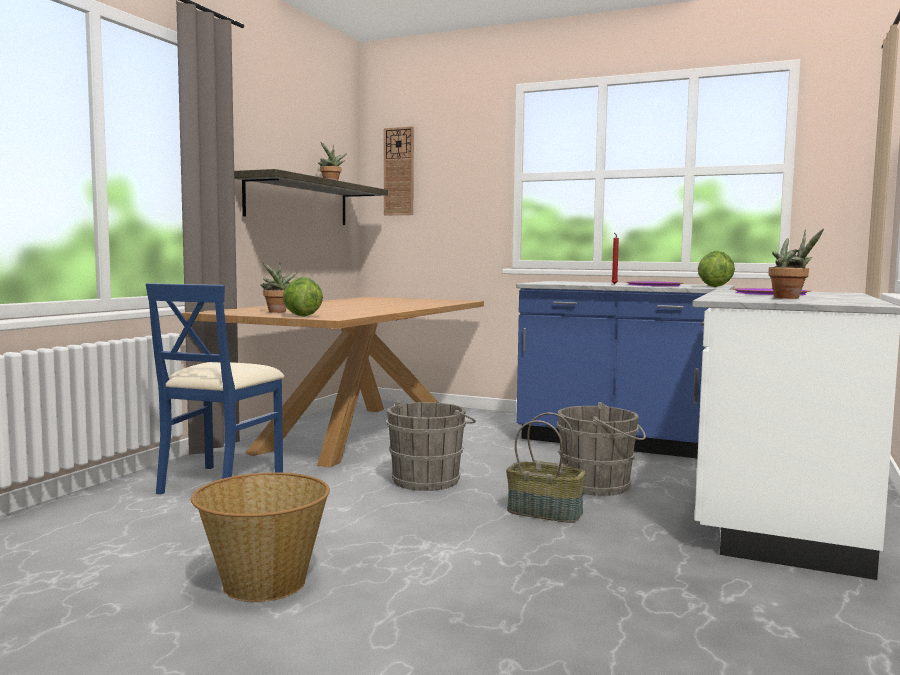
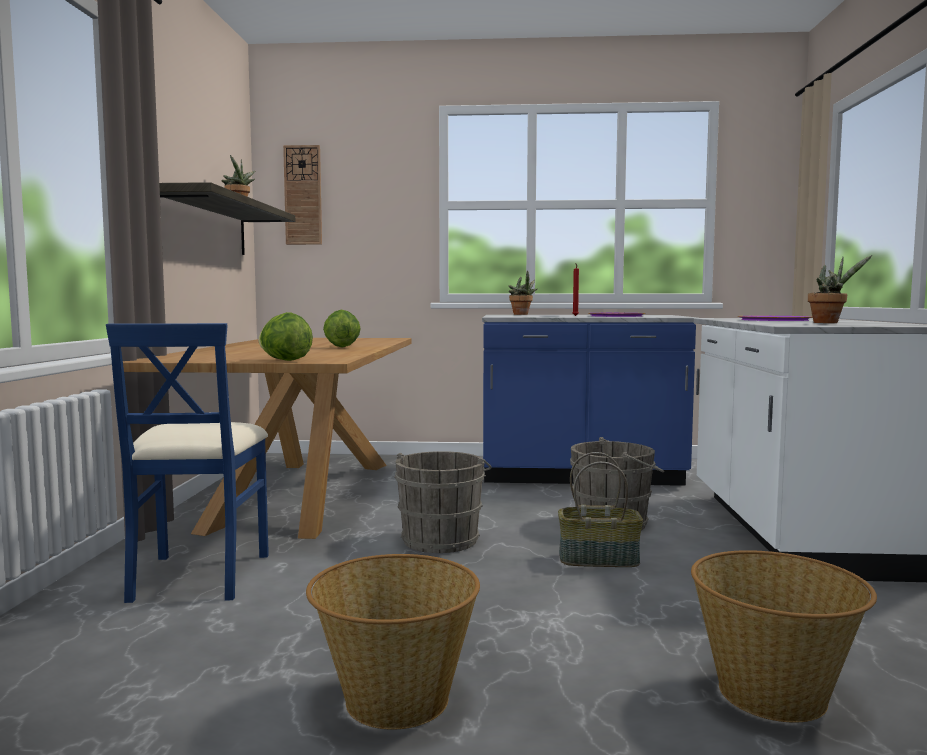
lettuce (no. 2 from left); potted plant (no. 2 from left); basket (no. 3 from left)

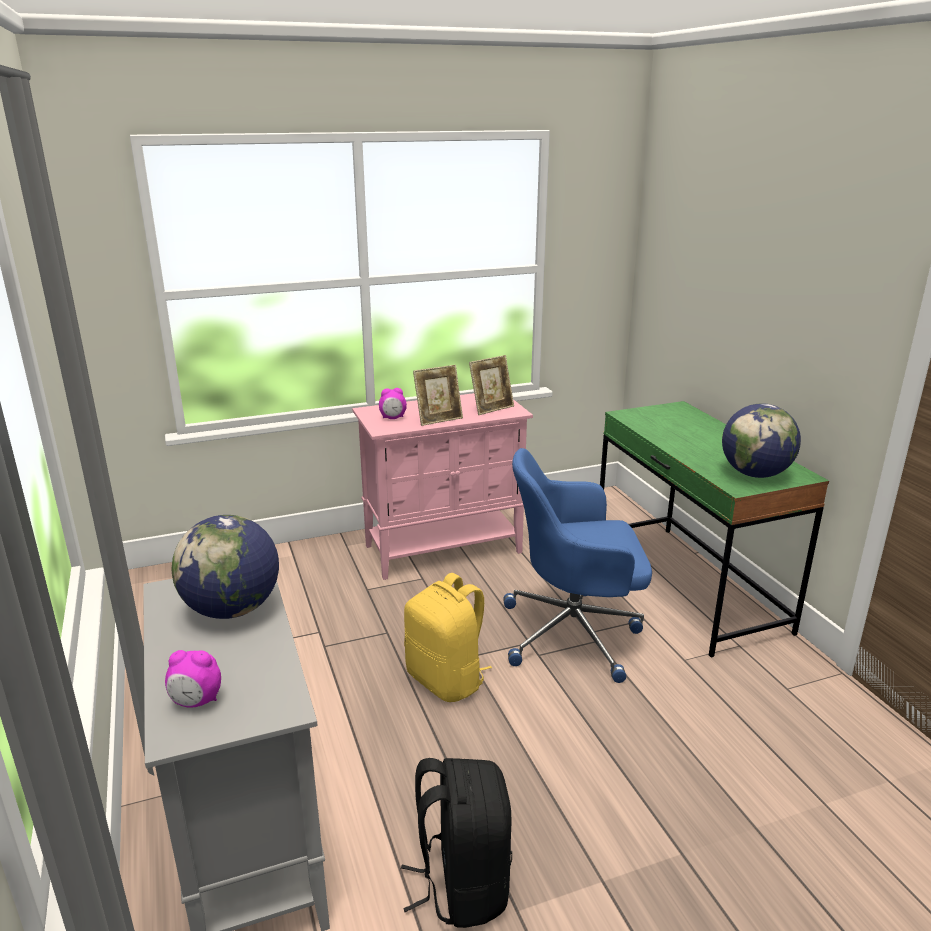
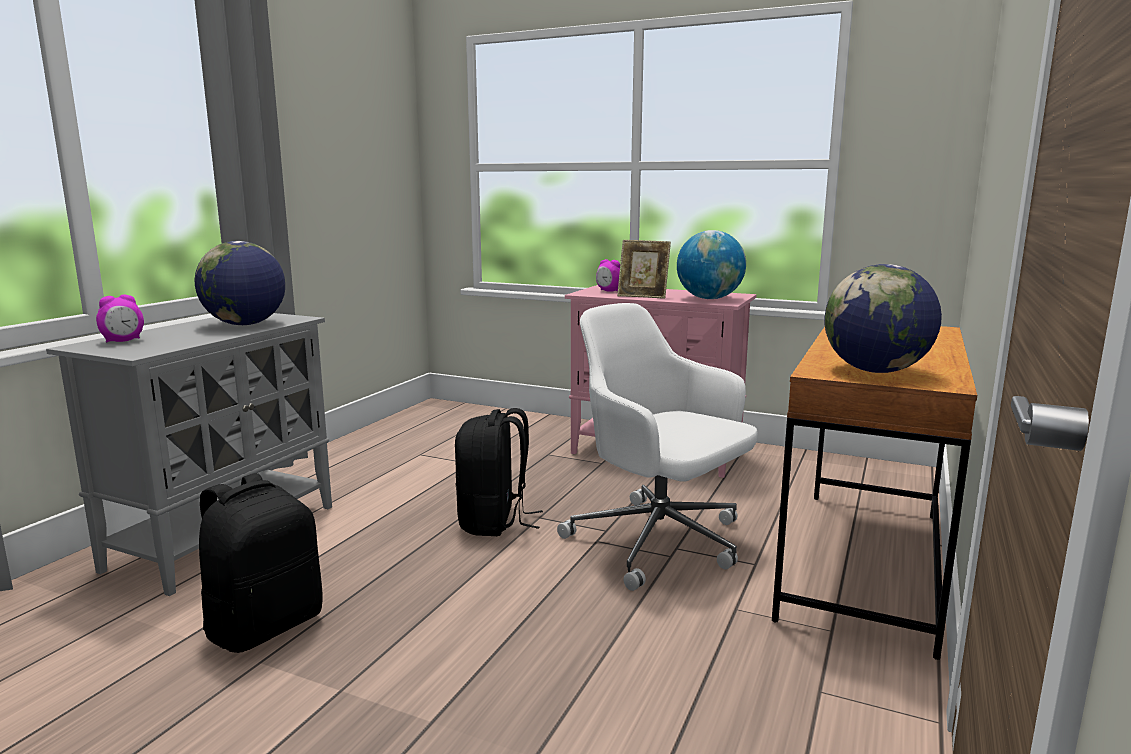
globe (no. 2 from left); desk/brown; office chair/white; backpack/black (no. 2 from left); alarm clock (no. 1 from left)

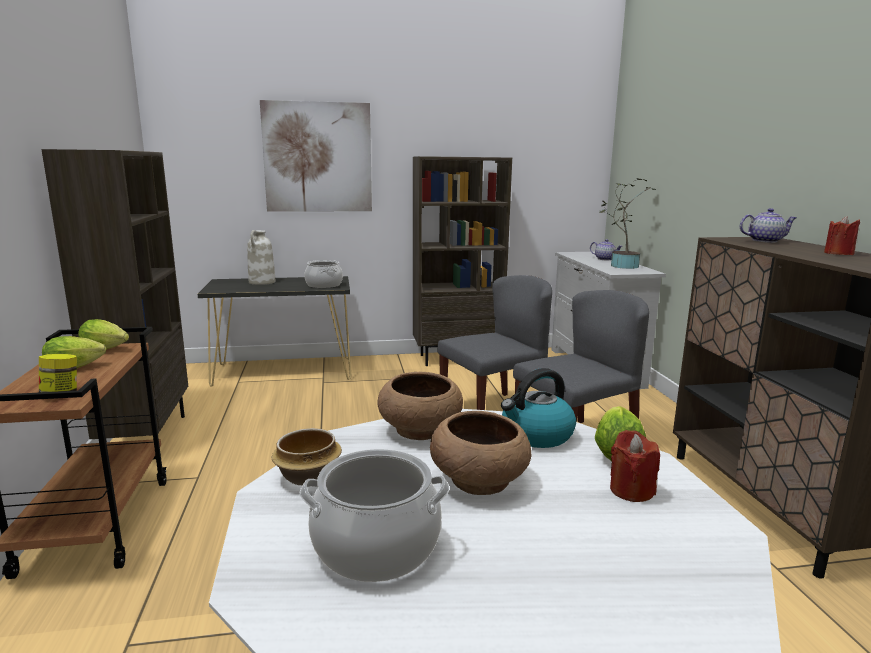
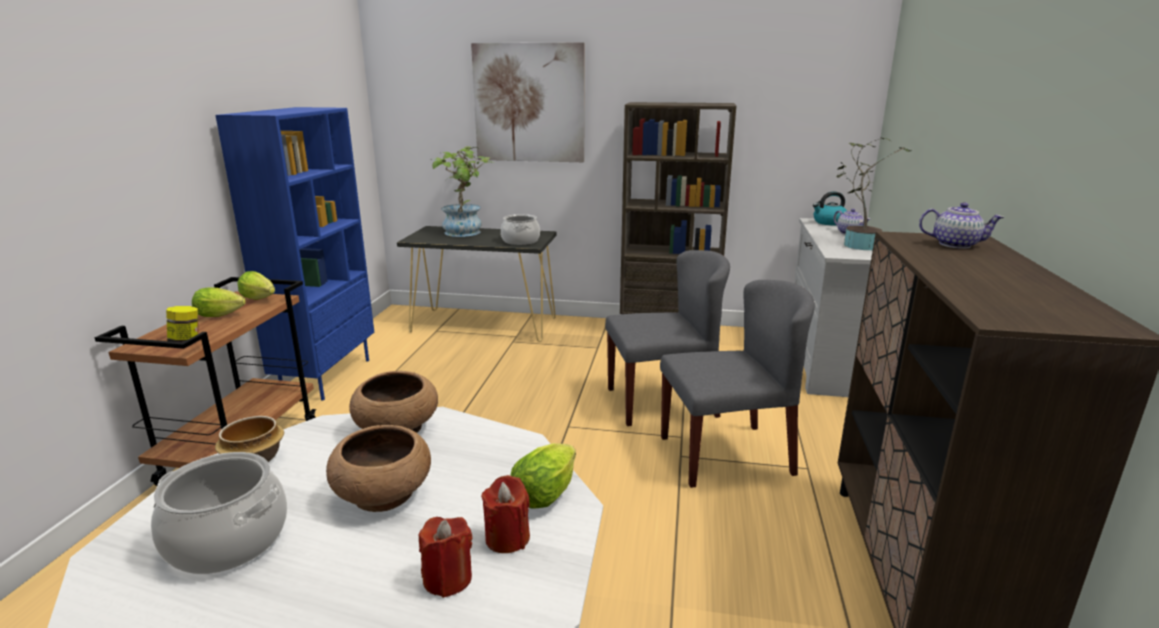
bookcase/blue; candle/red (no. 1 from left); potted plant (no. 1 from left); kettle

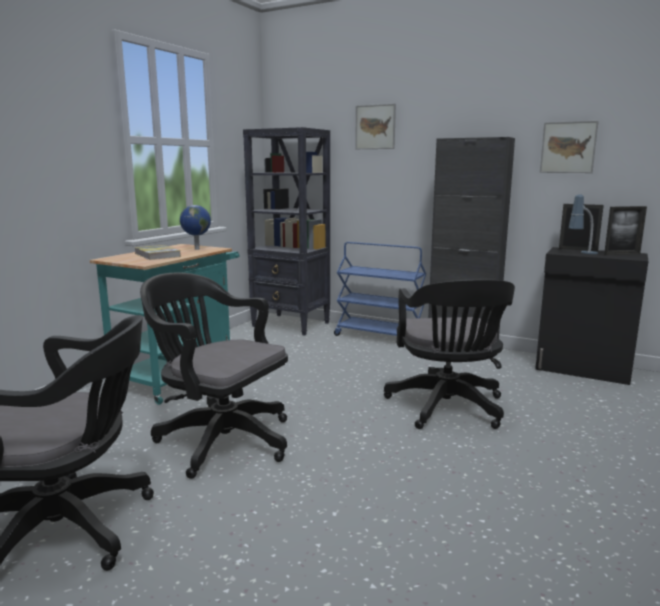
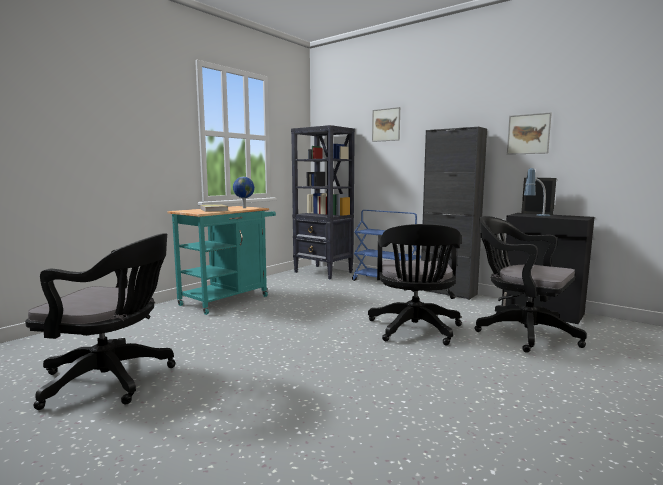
picture frame (no. 2 from left in the first image); office chair/black (no. 3 from left)

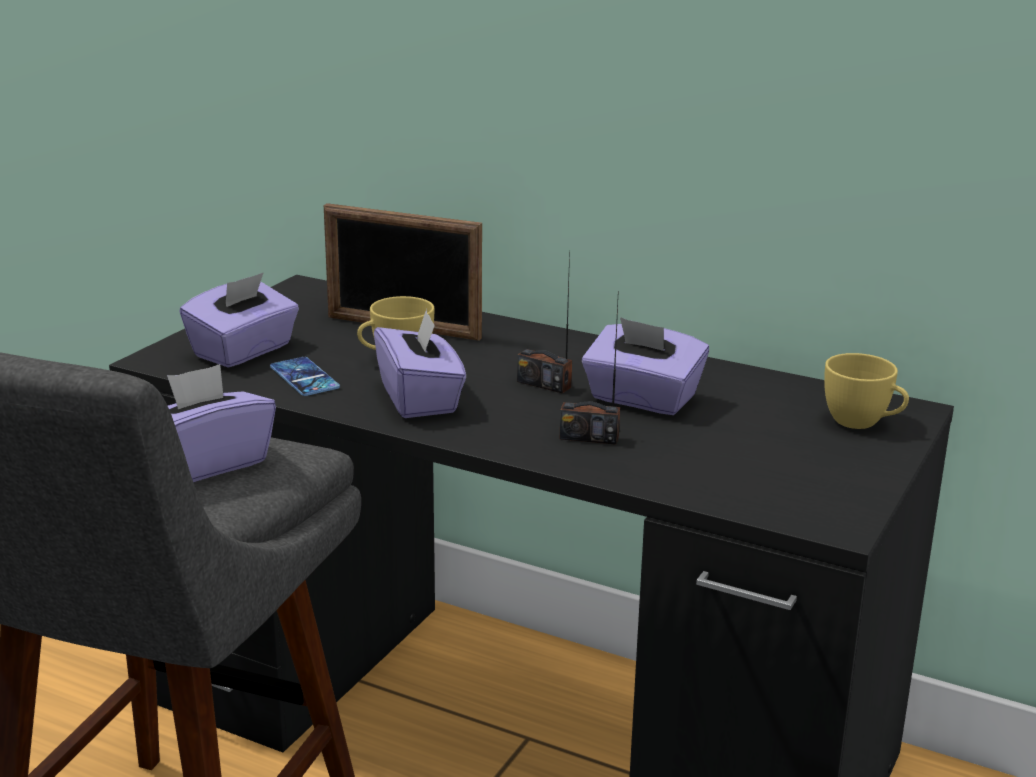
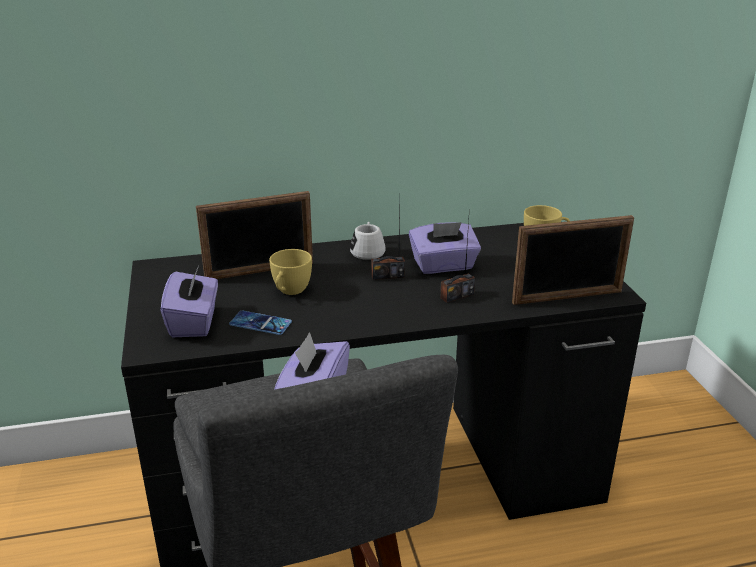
tissue box/purple (no. 3 from left in the first image); picture frame (no. 2 from left); mug/white

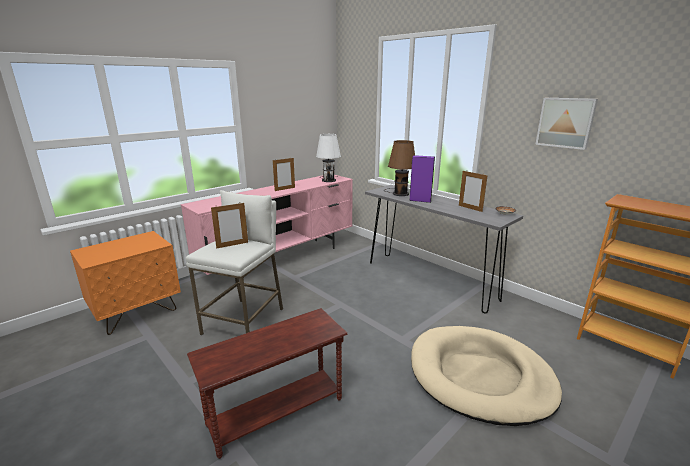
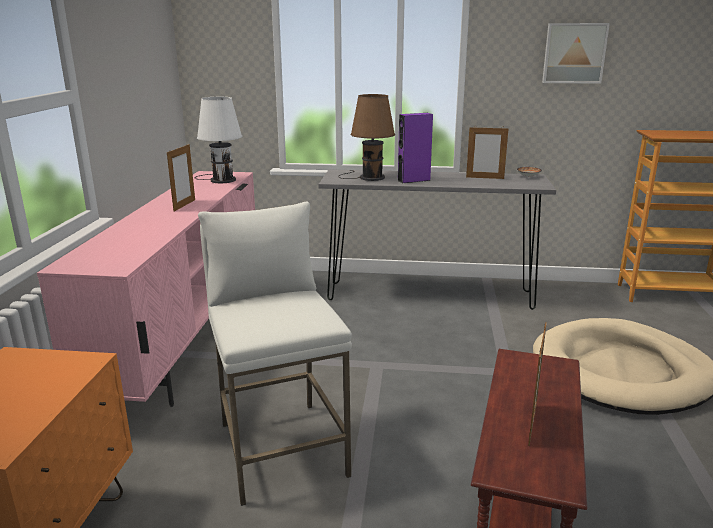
picture frame (no. 3 from left)

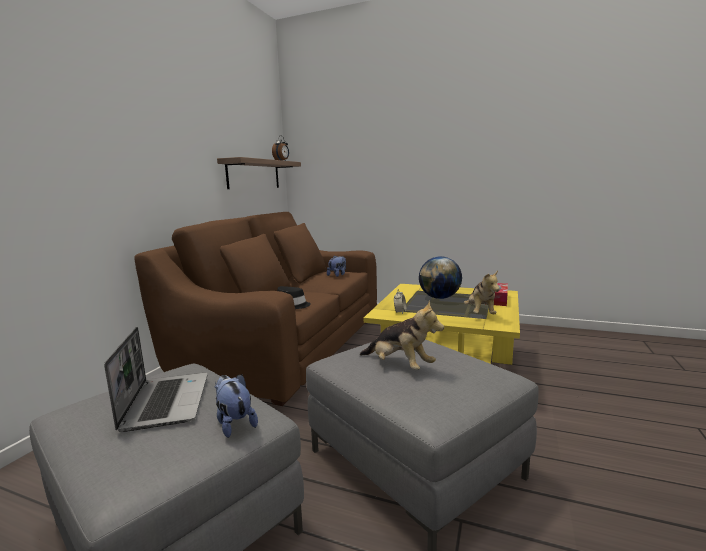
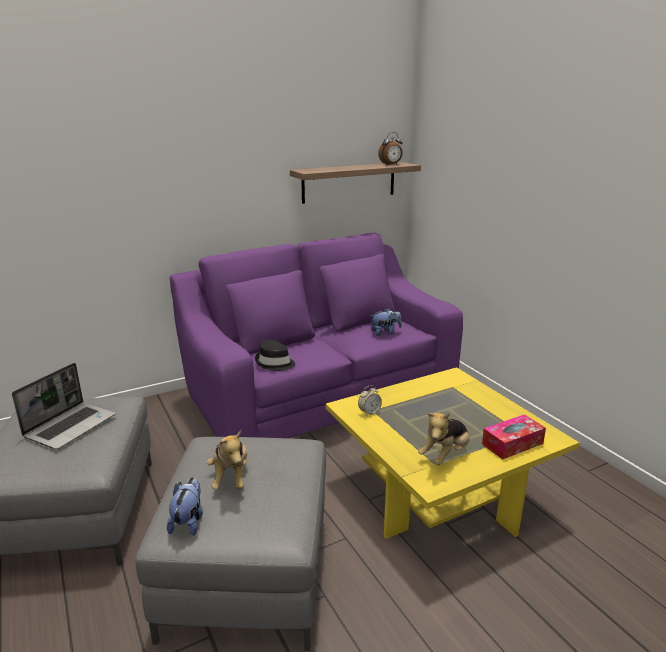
sofa/purple; globe; plush toy (no. 1 from left)

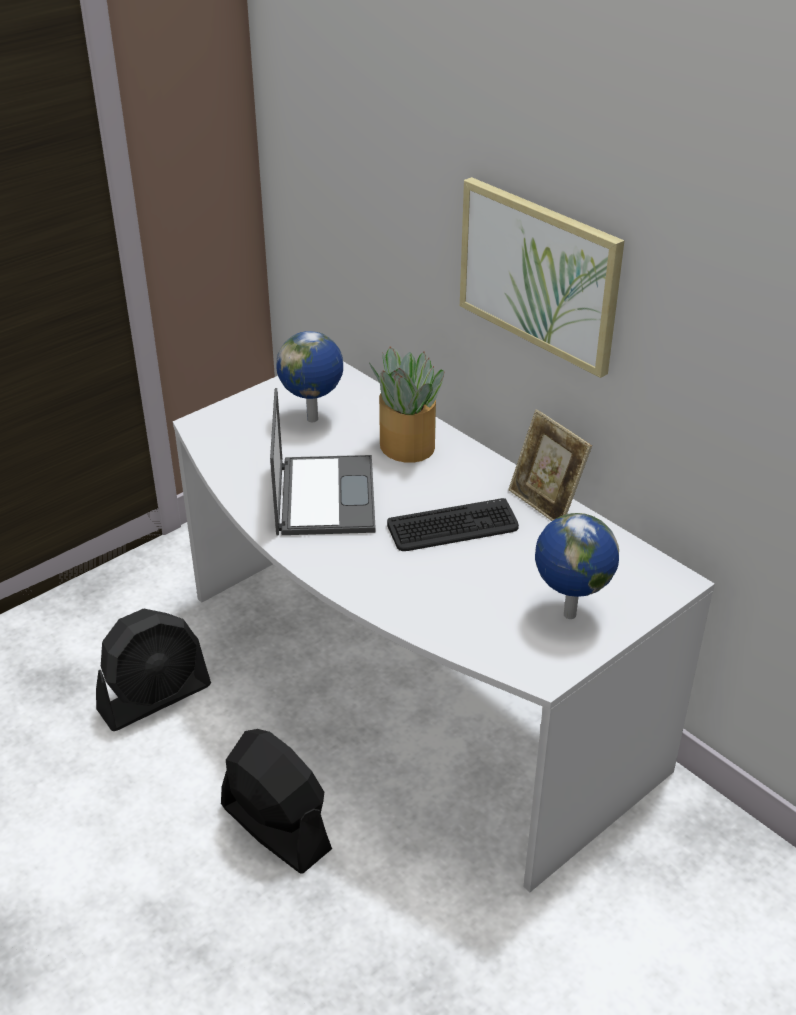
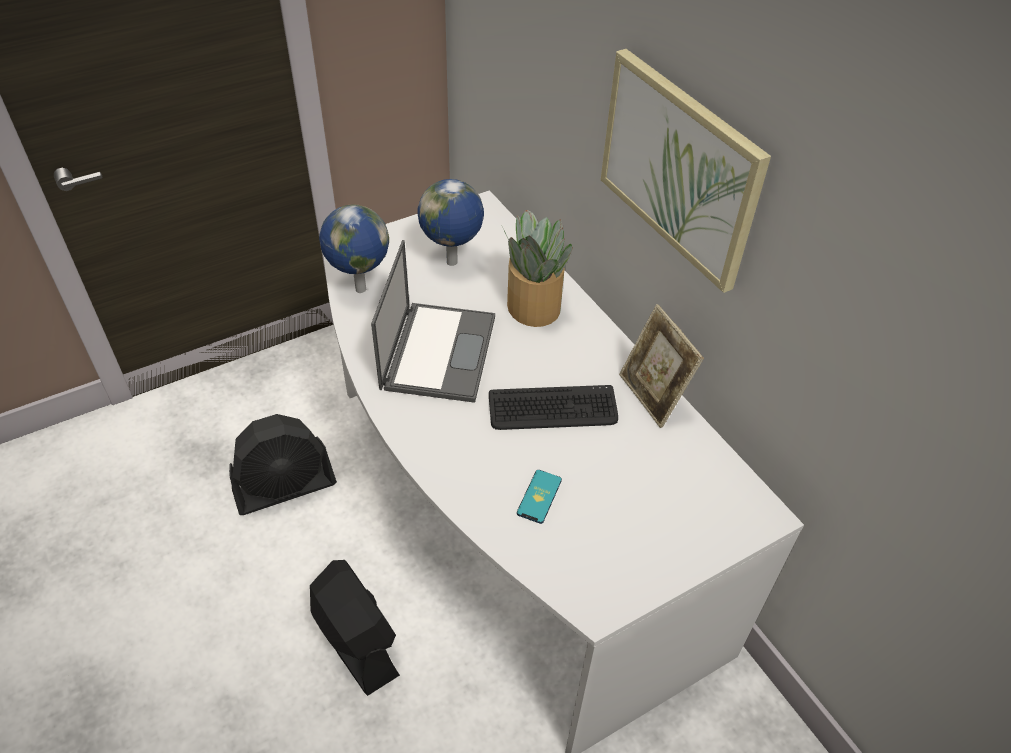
globe (no. 1 from left); phone

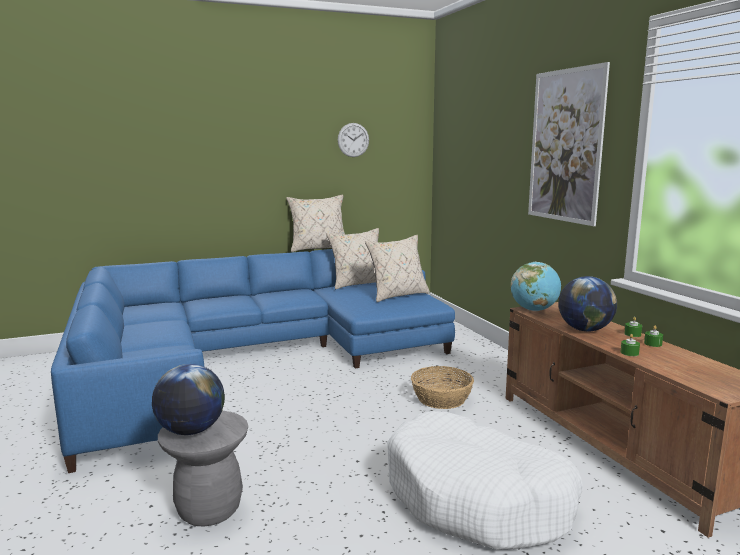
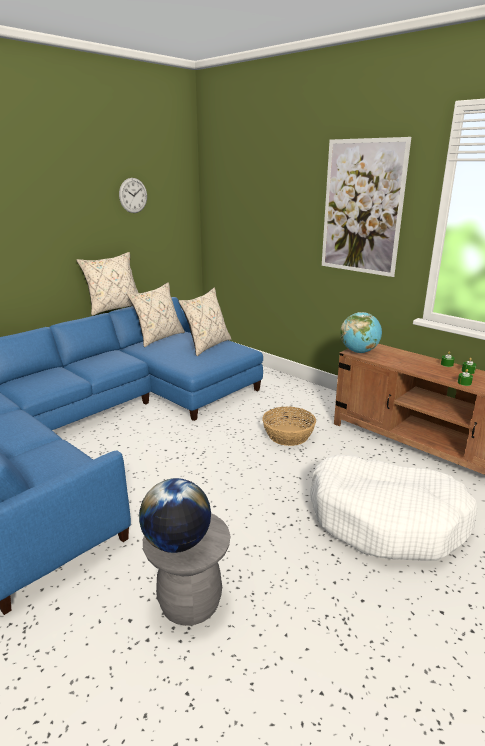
globe (no. 3 from left in the first image)

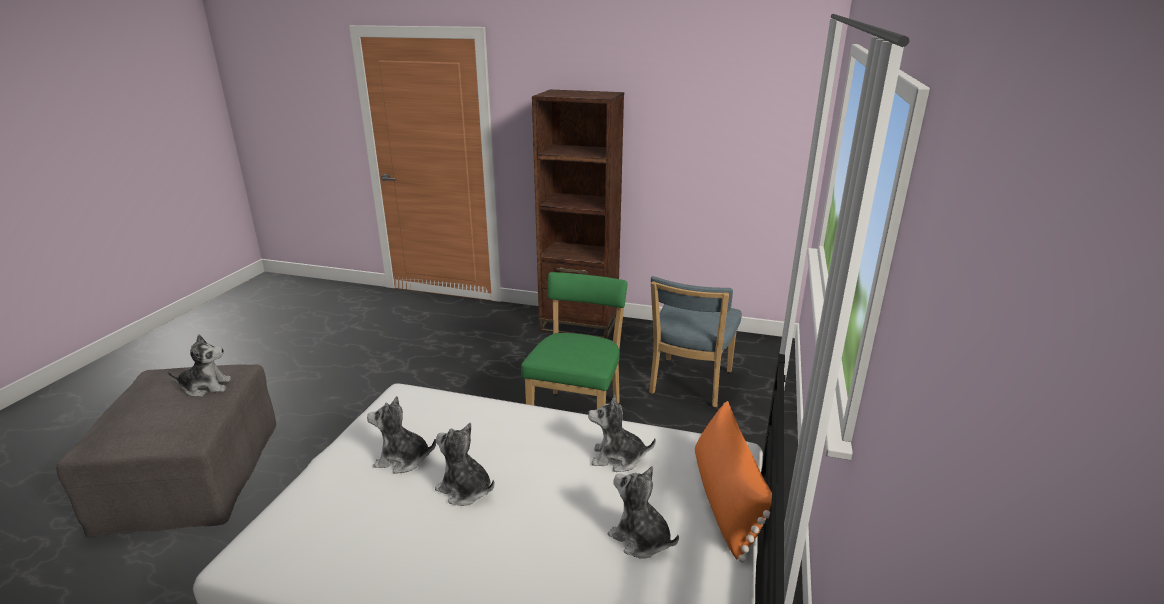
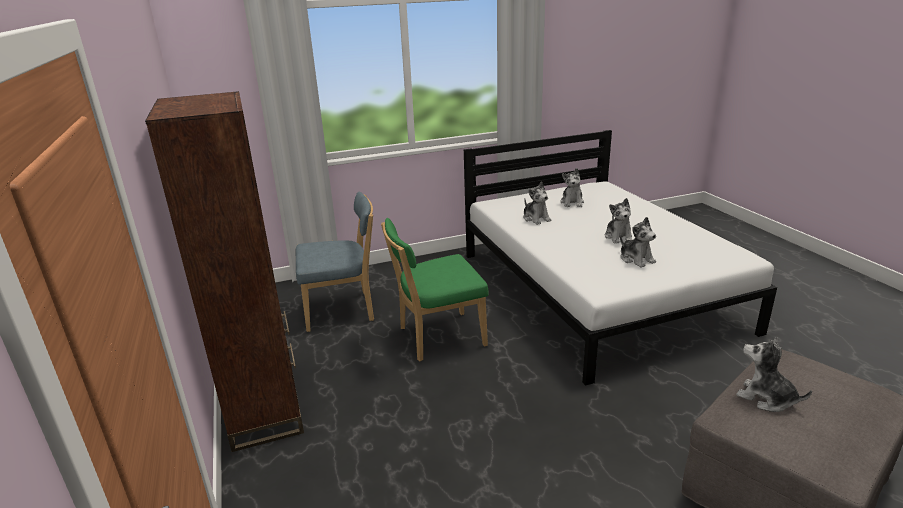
pillow/orange

